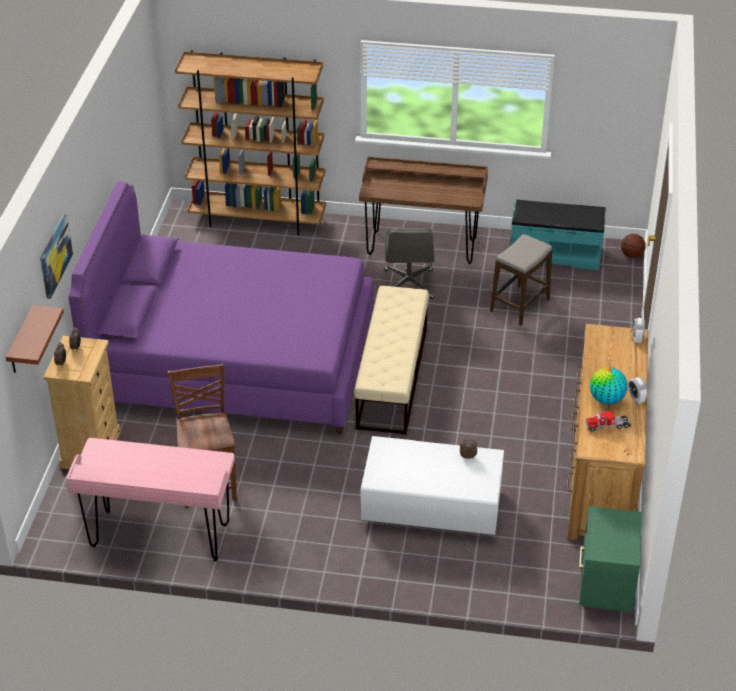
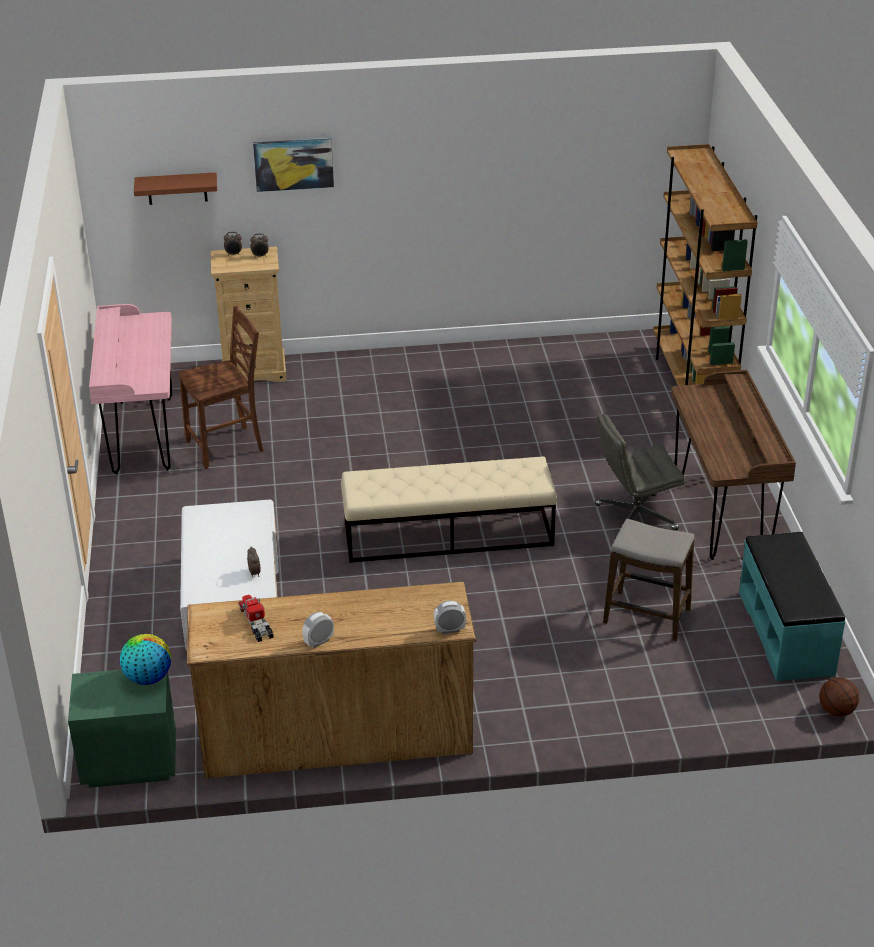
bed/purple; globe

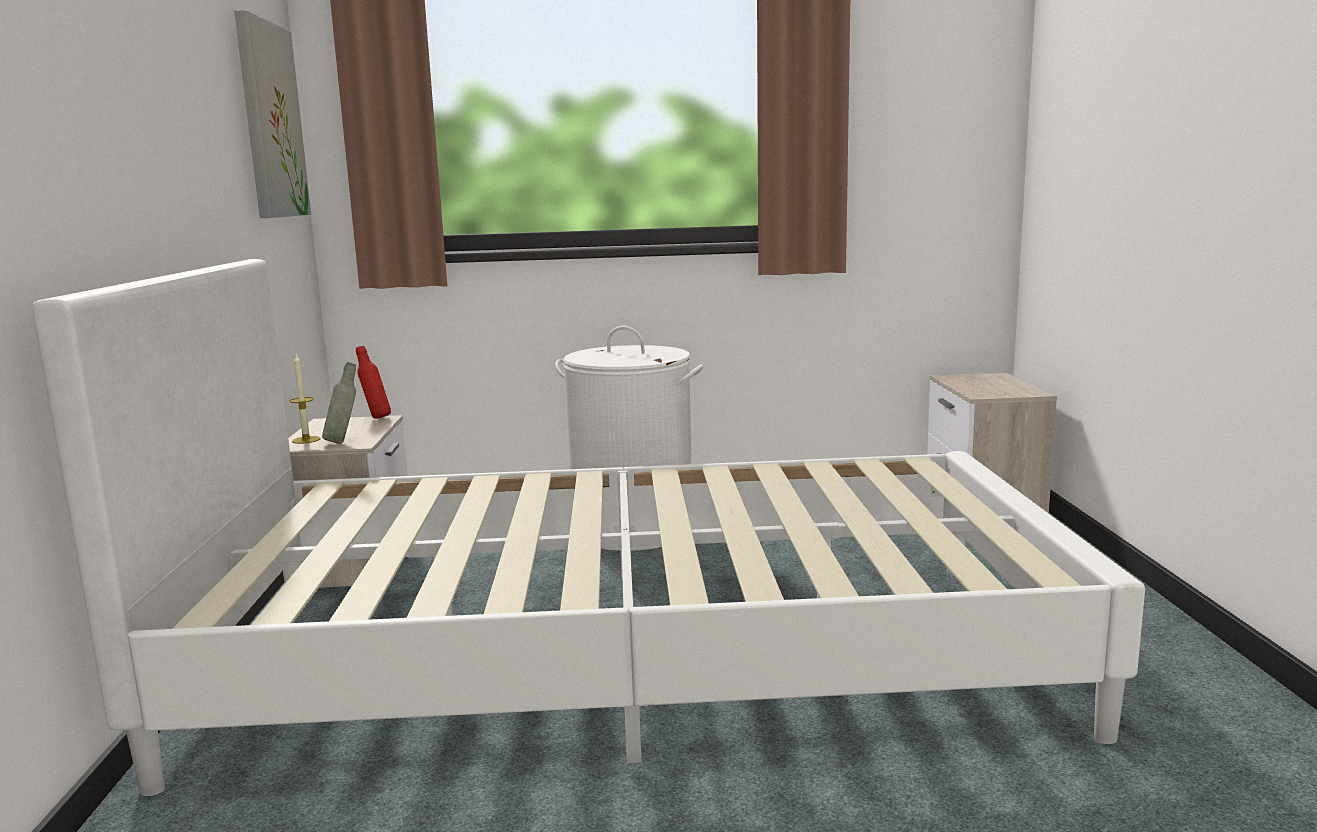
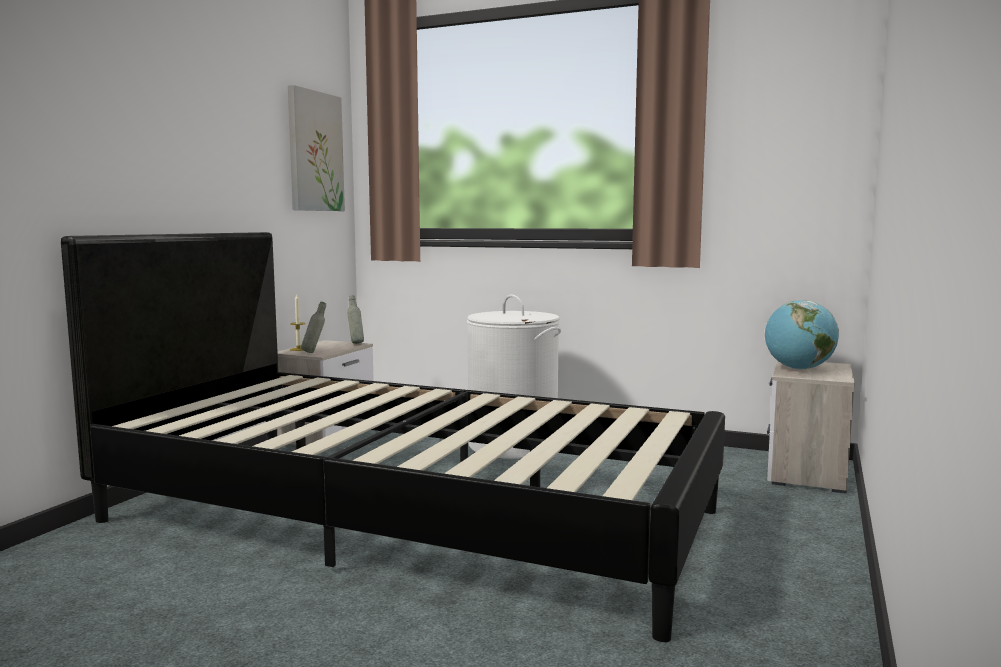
bed/black; bottle/grey (no. 2 from left); globe

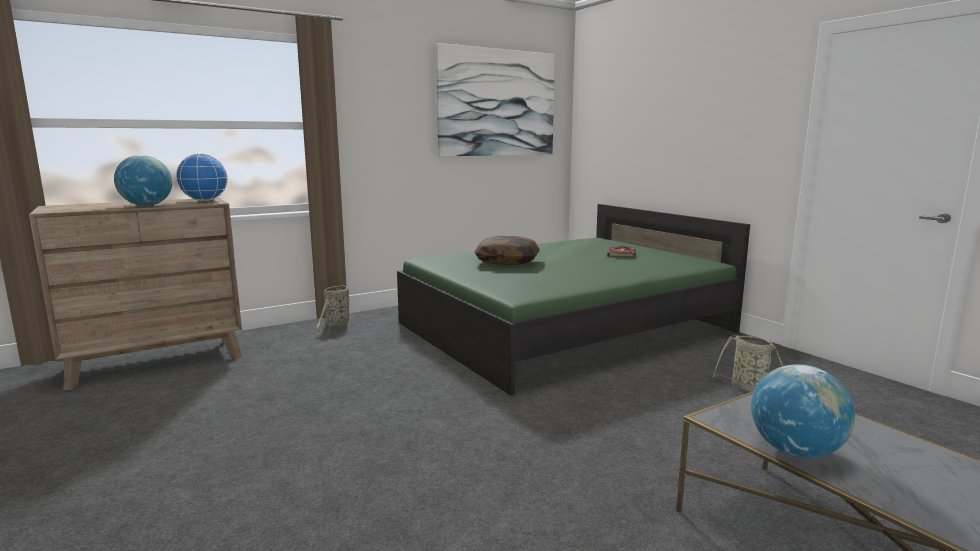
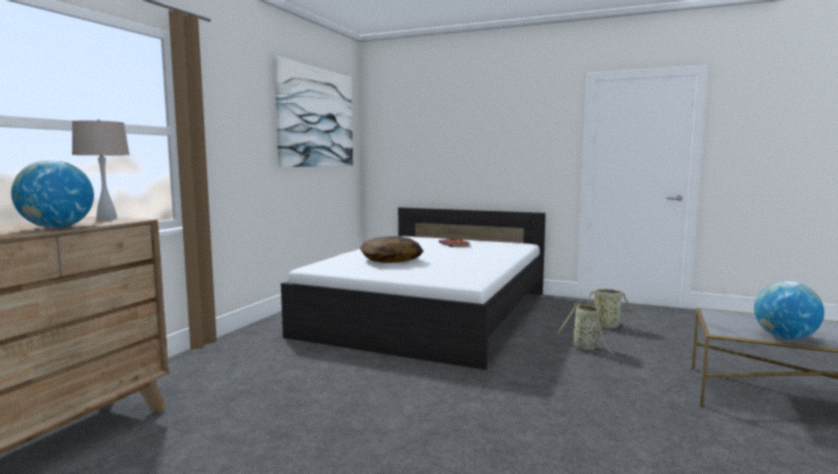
table lamp/beige; bed/white; basket (no. 1 from left)

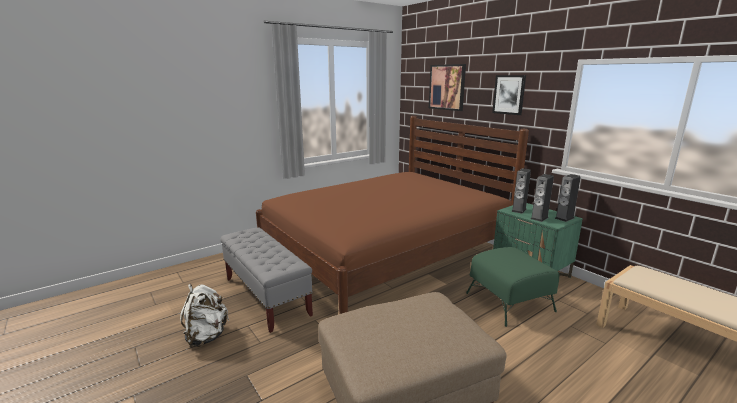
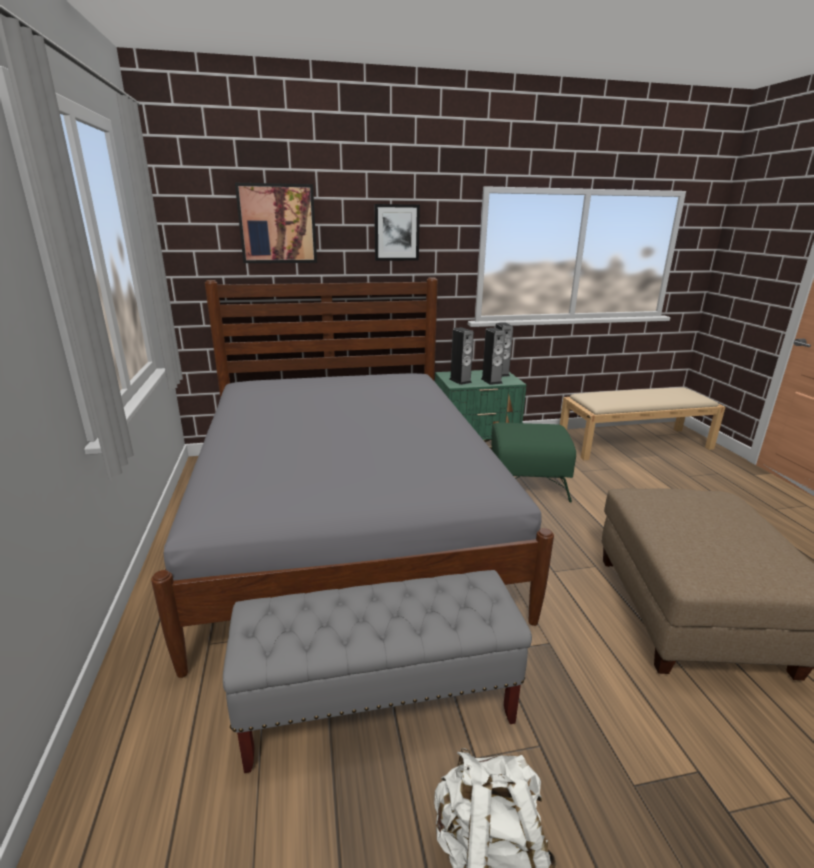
bed/grey

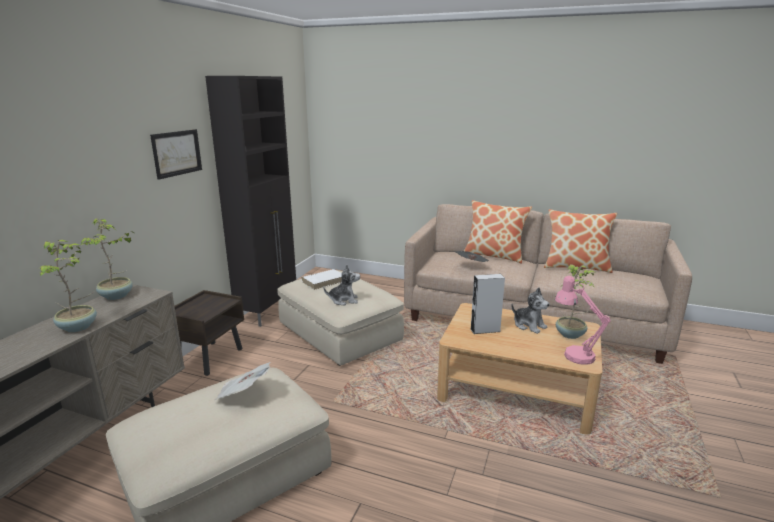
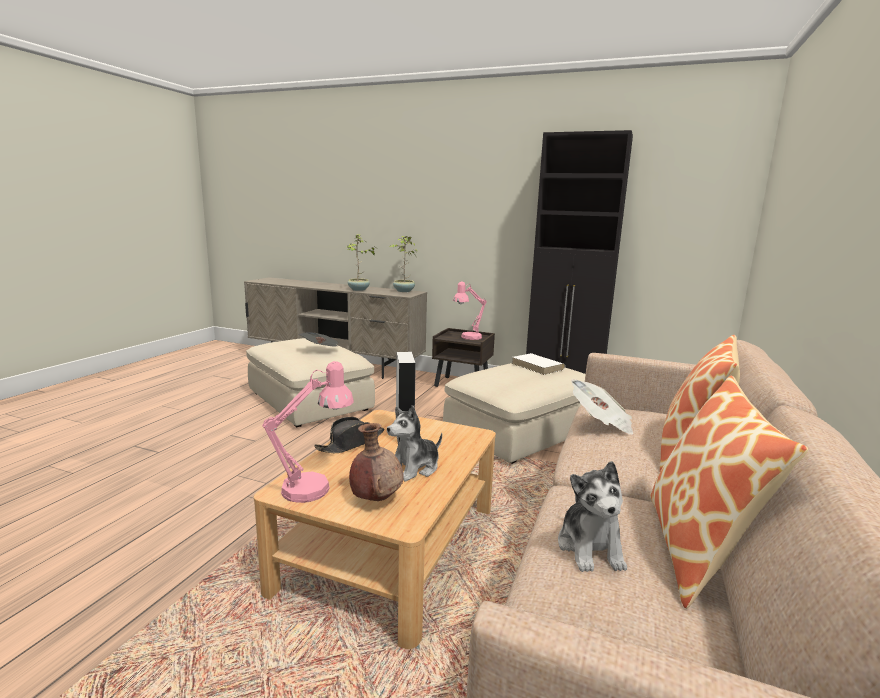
picture; plush toy (no. 2 from left); vase/brown; table lamp/pink (no. 2 from left); hat/black

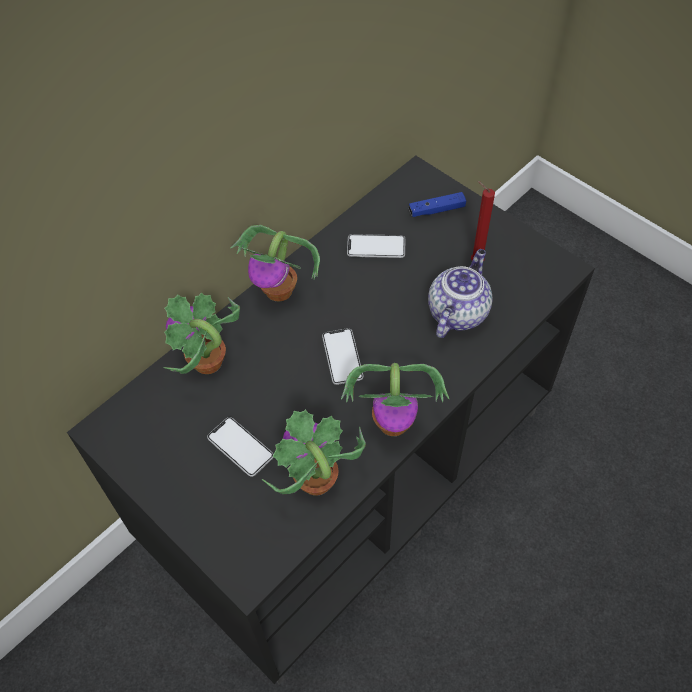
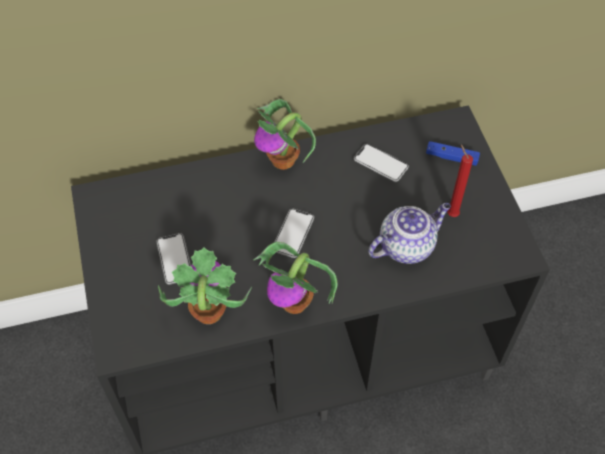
potted plant (no. 1 from left in the first image)

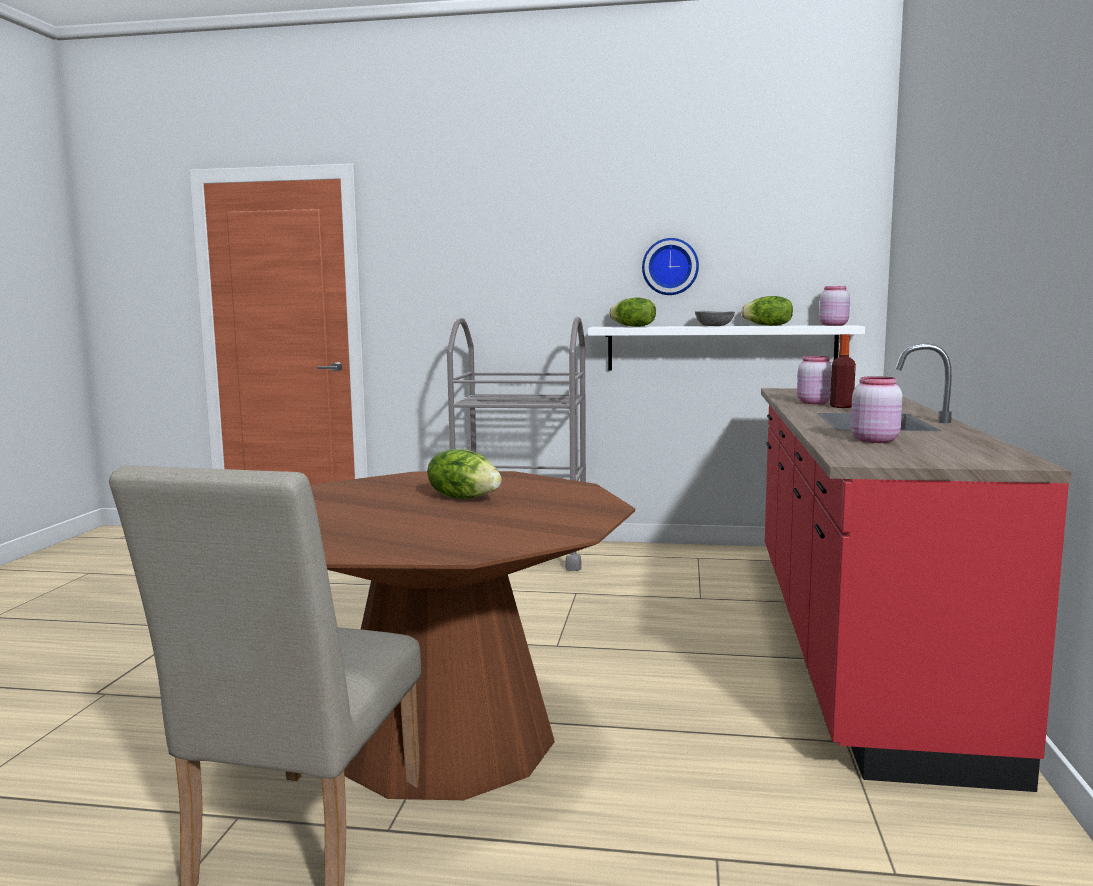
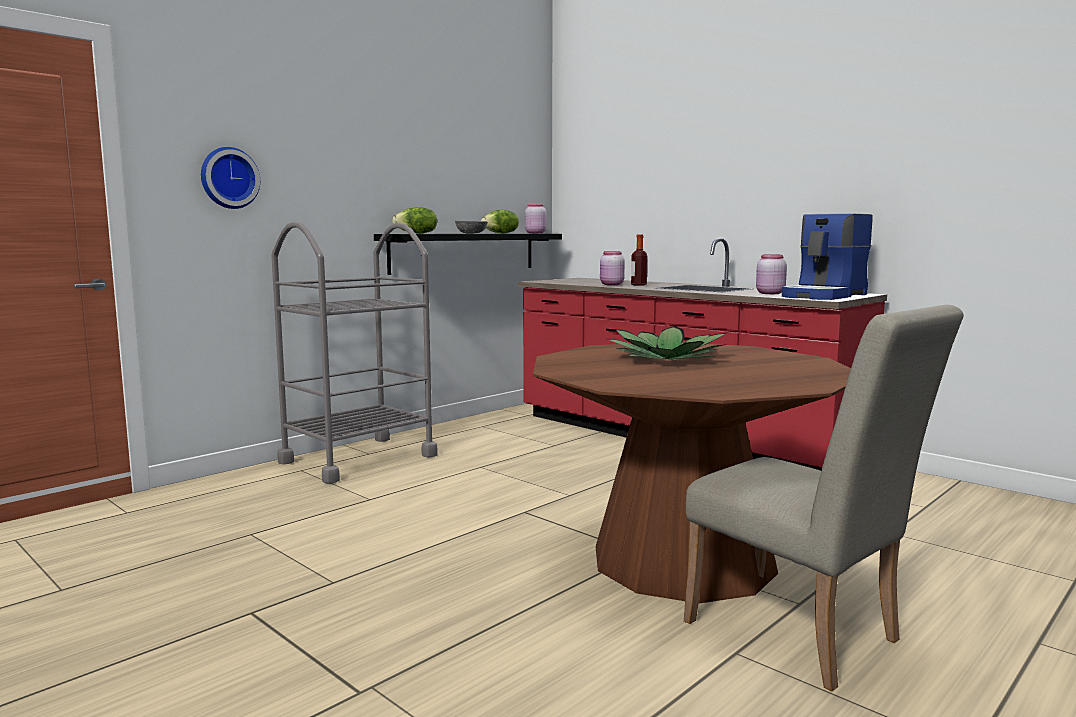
wall clock; shelf/black; potted plant; coffee machine

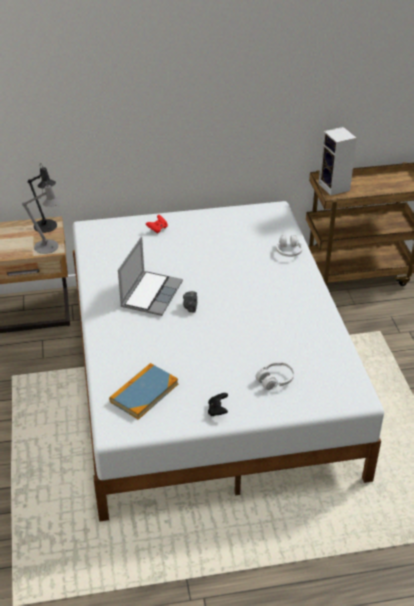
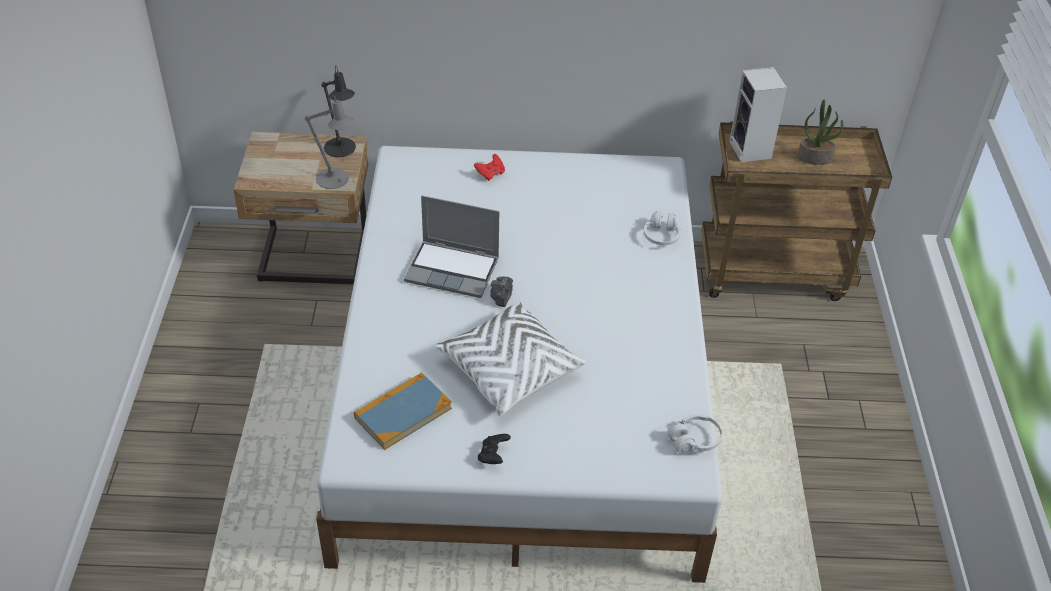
laptop; headphones/white (no. 2 from left); potted plant; pillow/white

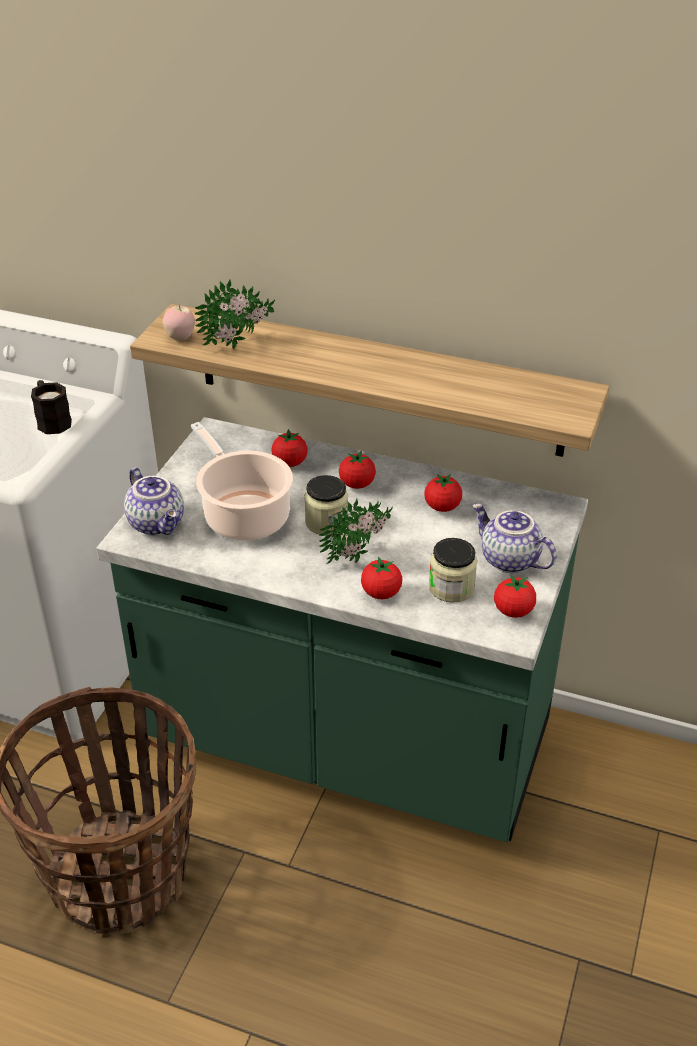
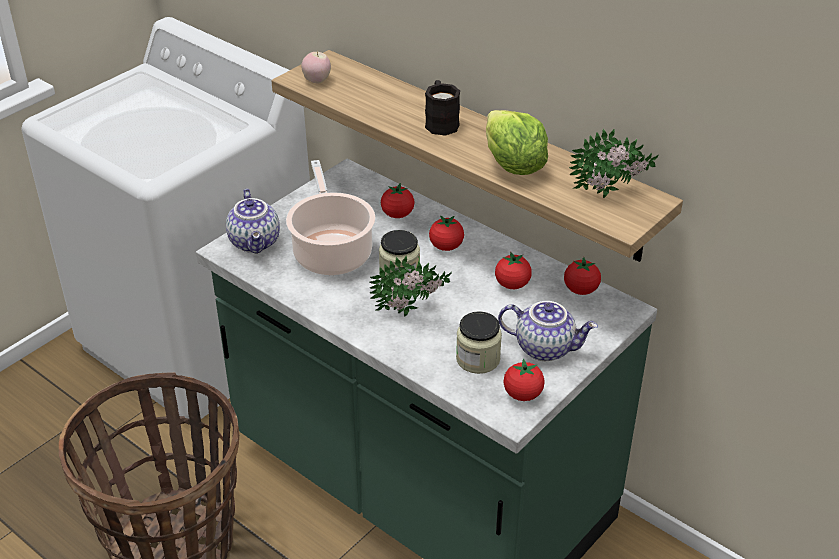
potted plant (no. 2 from left); mug/black; teapot (no. 2 from left); tomato (no. 5 from left); lettuce

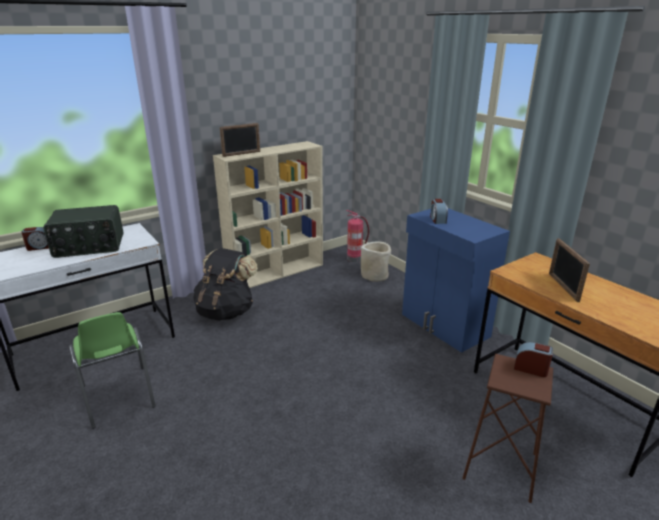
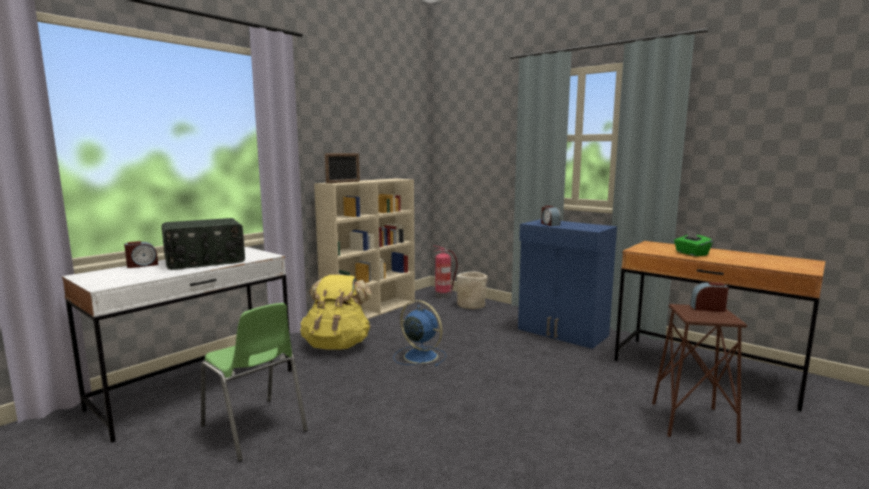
tissue box/green; backpack/yellow; fan/blue

